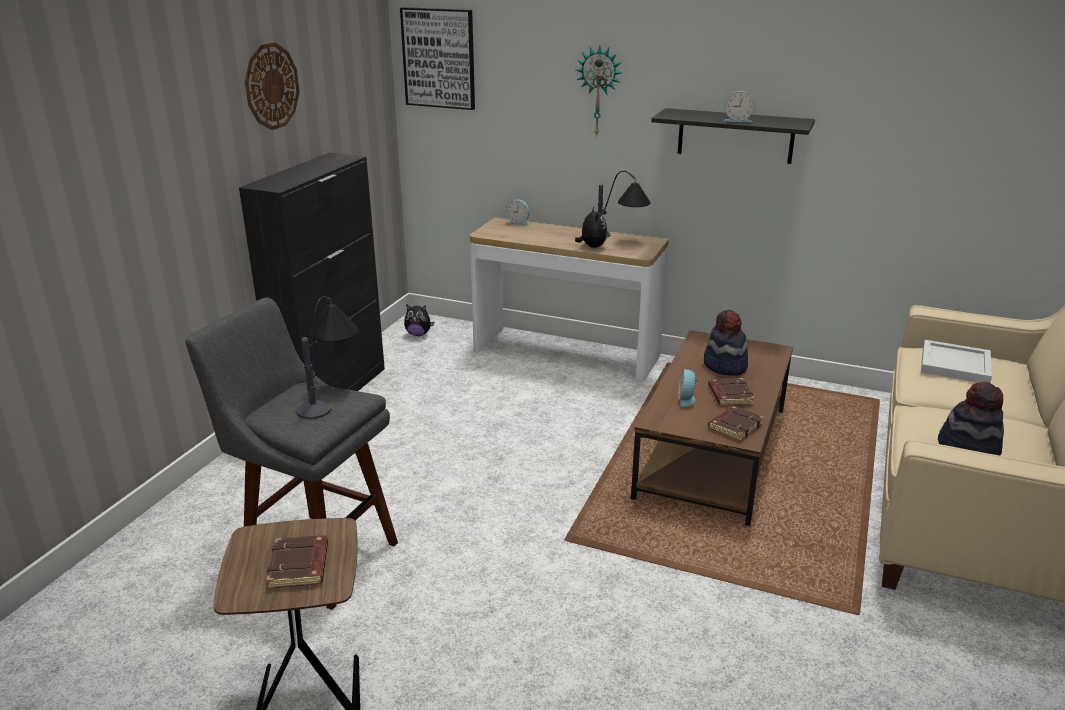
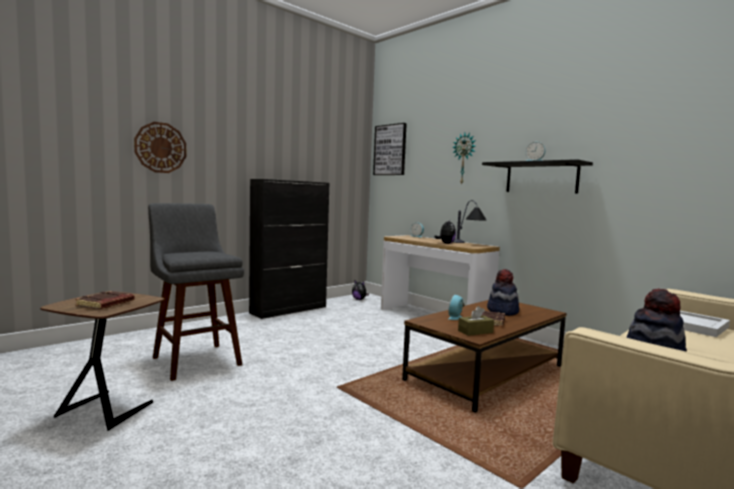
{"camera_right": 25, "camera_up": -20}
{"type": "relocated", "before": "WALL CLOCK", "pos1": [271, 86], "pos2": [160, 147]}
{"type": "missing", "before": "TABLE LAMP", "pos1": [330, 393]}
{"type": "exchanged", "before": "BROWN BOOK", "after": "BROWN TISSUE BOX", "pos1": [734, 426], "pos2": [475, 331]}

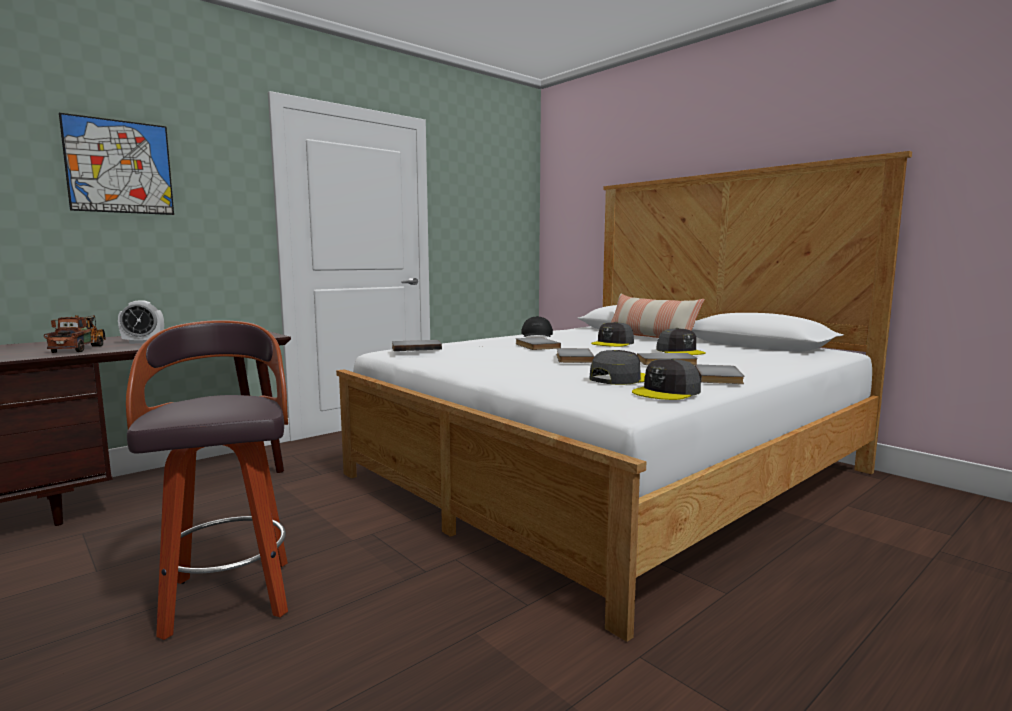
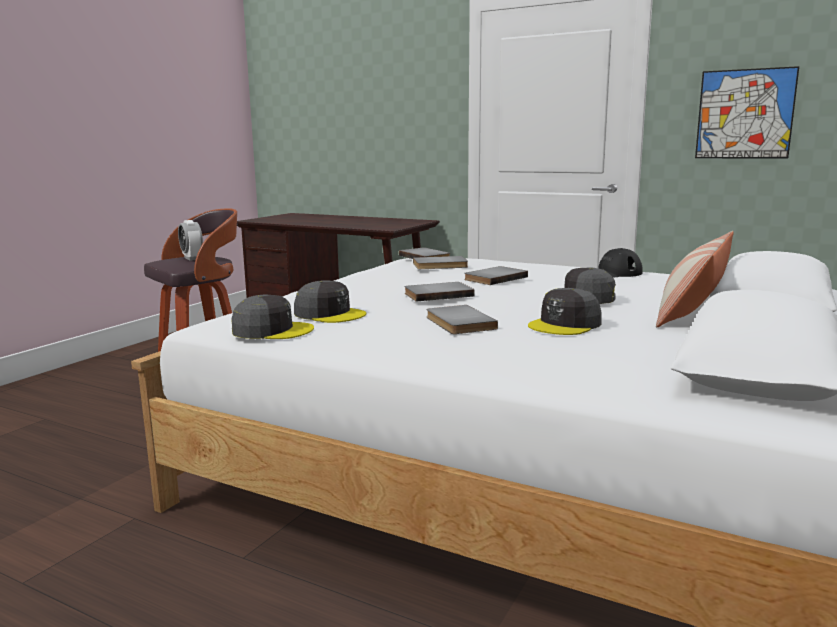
{"camera_right": 70, "camera_up": 5}
{"type": "missing", "before": "TOY TRUCK", "pos1": [81, 348]}
{"type": "relocated", "before": "PICTURE", "pos1": [119, 167], "pos2": [745, 114]}
{"type": "relocated", "before": "ALARM CLOCK", "pos1": [143, 342], "pos2": [192, 258]}
{"type": "spun", "before": "GREY CAP", "pos1": [666, 392], "pos2": [272, 330], "turn": 150}
{"type": "relocated", "before": "GREY BOOK", "pos1": [720, 377], "pos2": [440, 265]}

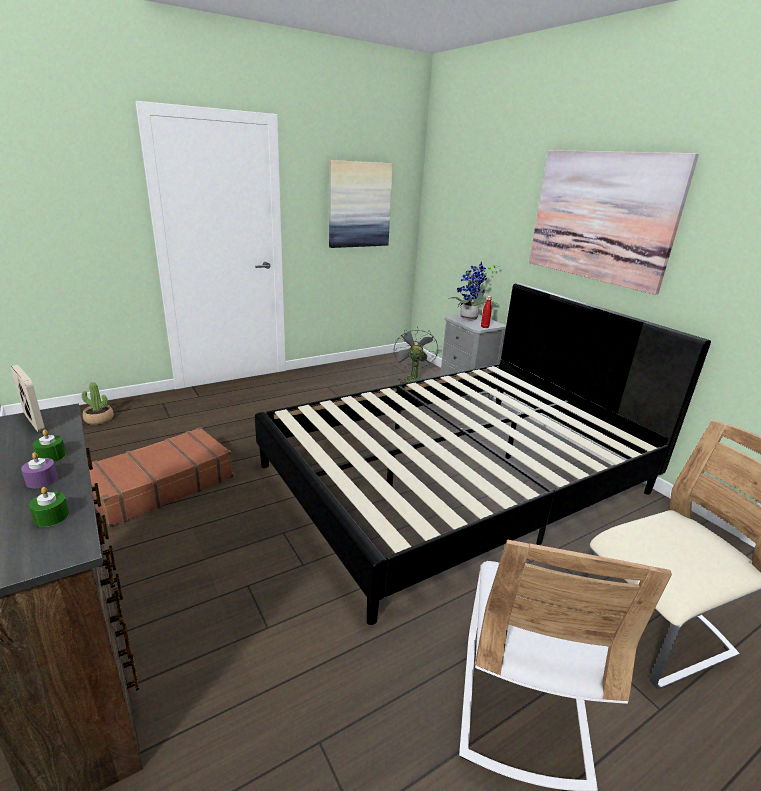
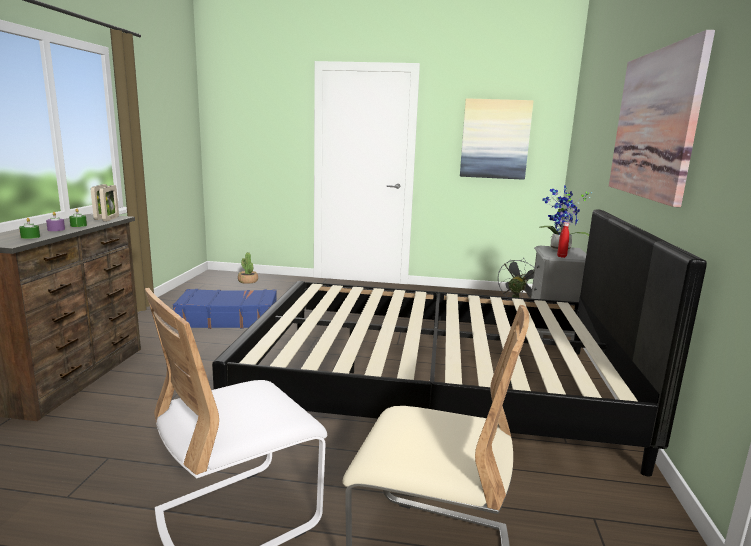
{"camera_right": 40, "camera_up": -10}
{"type": "colour", "before": "BROWN SUITCASE", "after": "BLUE SUITCASE", "pos1": [161, 485], "pos2": [228, 319]}
{"type": "appeared", "after": "PICTURE FRAME", "pos2": [111, 219]}

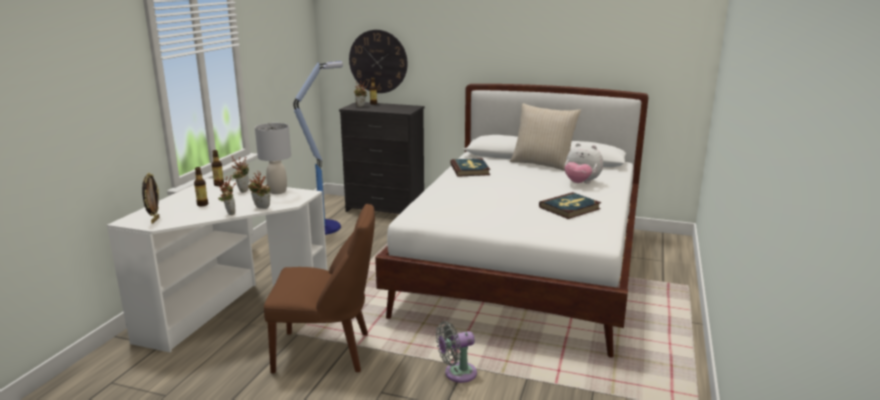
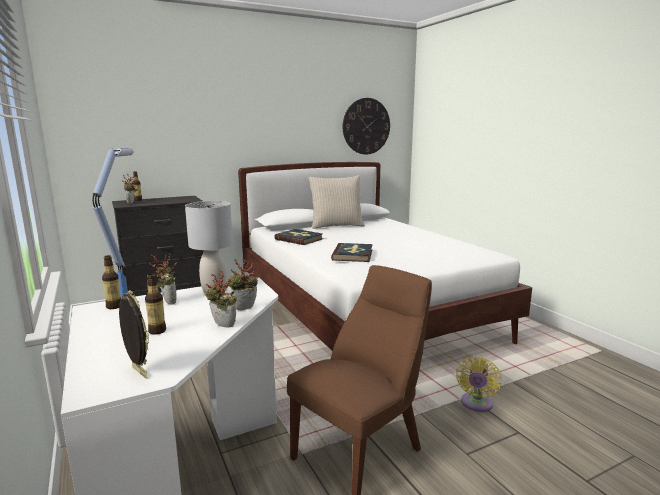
{"camera_right": -45, "camera_up": -5}
{"type": "relocated", "before": "WALL CLOCK", "pos1": [378, 61], "pos2": [366, 126]}
{"type": "colour", "before": "GREY FAN", "after": "YELLOW FAN", "pos1": [457, 373], "pos2": [476, 404]}
{"type": "relocated", "before": "BOOK", "pos1": [570, 208], "pos2": [353, 255]}
{"type": "missing", "before": "PLUSH TOY", "pos1": [581, 183]}

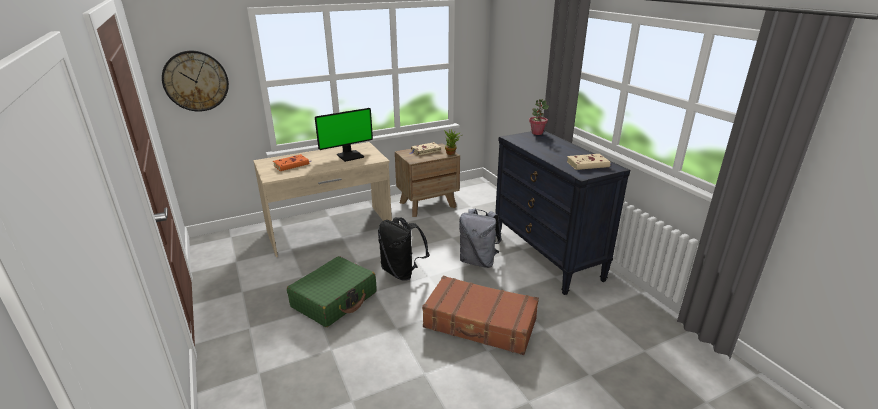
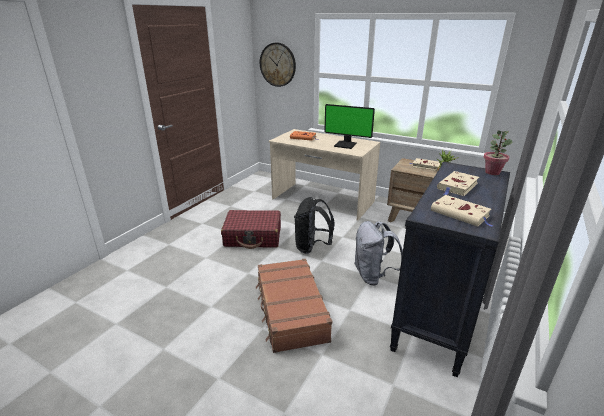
{"camera_right": 55, "camera_up": 0}
{"type": "colour", "before": "GREEN SUITCASE", "after": "RED SUITCASE", "pos1": [334, 299], "pos2": [253, 236]}
{"type": "appeared", "after": "BEIGE BOOK", "pos2": [457, 186]}

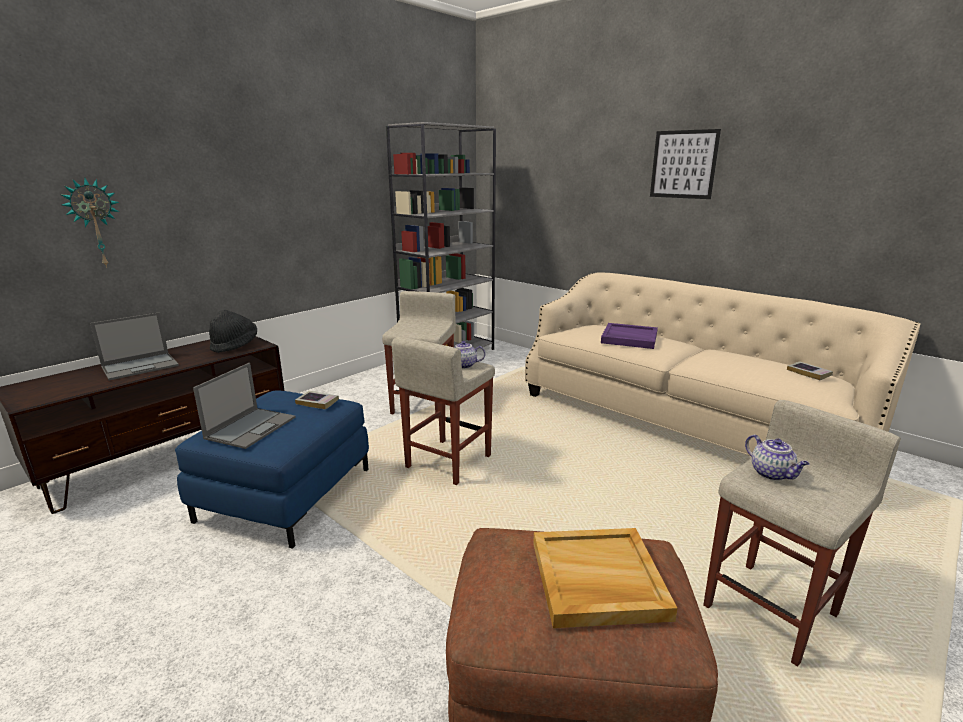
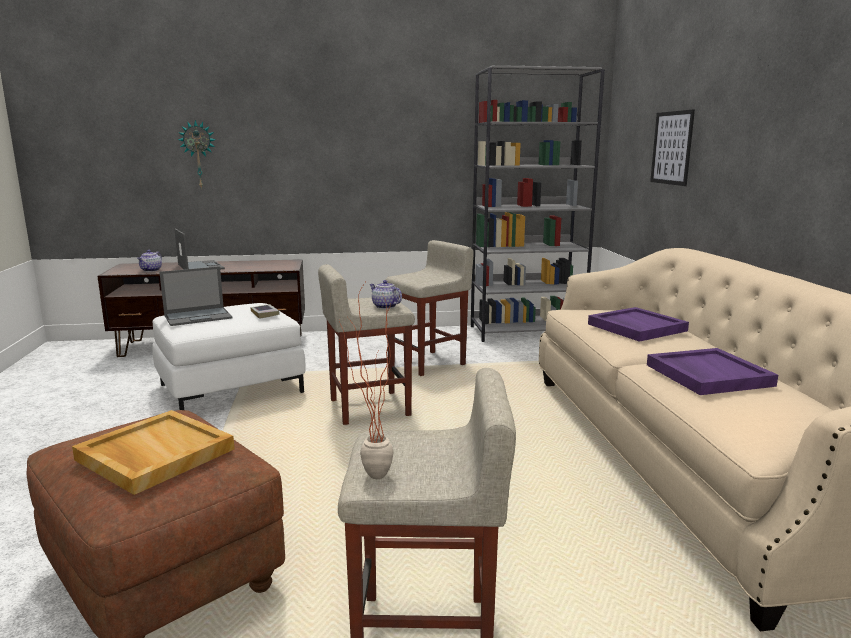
{"camera_right": 40, "camera_up": -5}
{"type": "spun", "before": "LAPTOP", "pos1": [141, 366], "pos2": [200, 266], "turn": -120}
{"type": "colour", "before": "BLUE OTTOMAN", "after": "WHITE OTTOMAN", "pos1": [286, 494], "pos2": [231, 389]}
{"type": "missing", "before": "BLACK HAT", "pos1": [235, 345]}
{"type": "relocated", "before": "PICTURE", "pos1": [683, 164], "pos2": [672, 148]}
{"type": "relocated", "before": "TEAPOT", "pos1": [772, 474], "pos2": [151, 270]}
{"type": "missing", "before": "BOOK", "pos1": [809, 373]}
{"type": "appeared", "after": "POTTED PLANT", "pos2": [368, 479]}
{"type": "appeared", "after": "PURPLE TRAY", "pos2": [707, 375]}

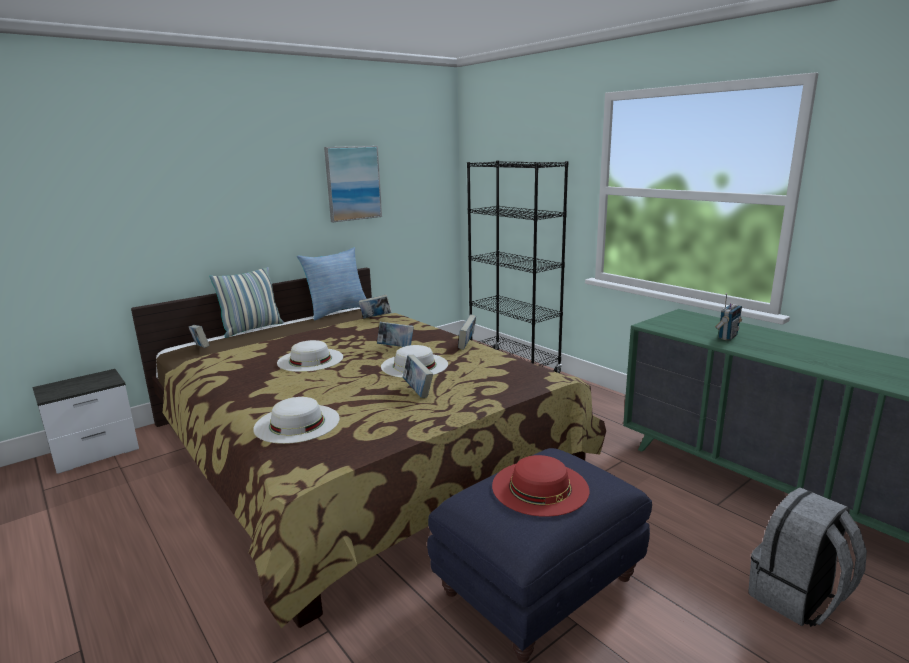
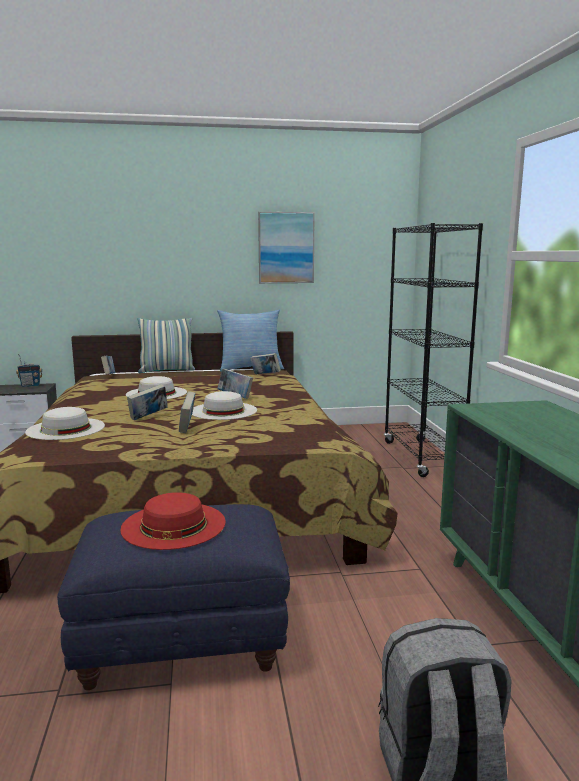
{"camera_right": 30, "camera_up": -5}
{"type": "relocated", "before": "BOOK", "pos1": [467, 344], "pos2": [148, 417]}
{"type": "relocated", "before": "RADIO", "pos1": [727, 337], "pos2": [30, 385]}

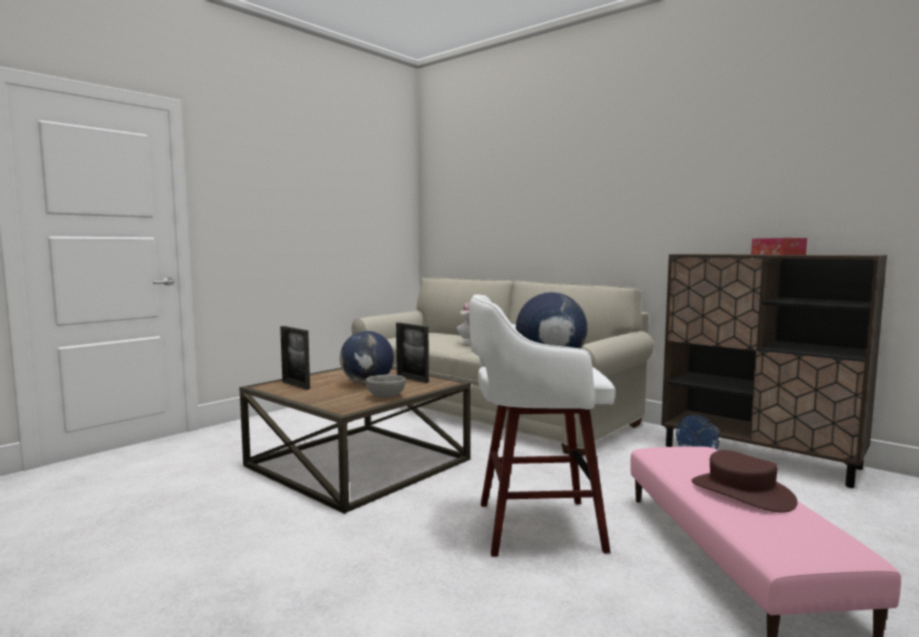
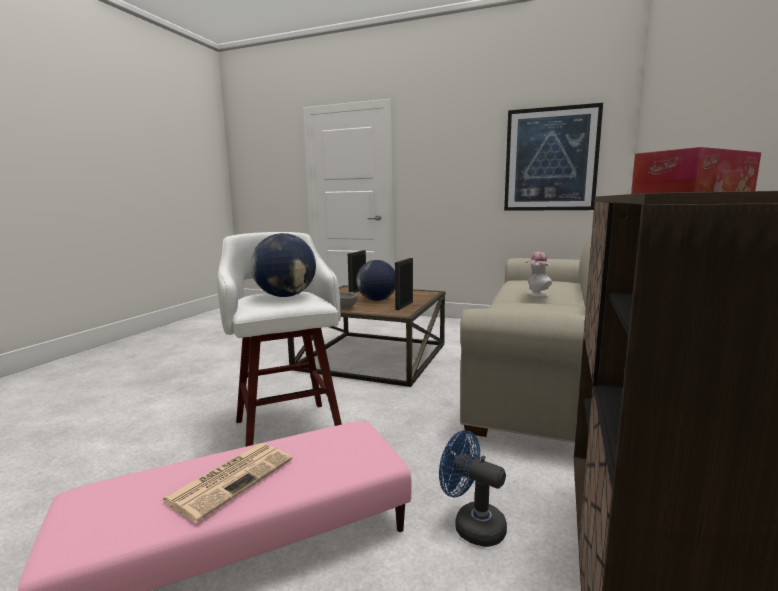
{"camera_right": 70, "camera_up": 5}
{"type": "exchanged", "before": "BROWN HAT", "after": "NEWSPAPER", "pos1": [741, 493], "pos2": [231, 478]}
{"type": "appeared", "after": "PICTURE", "pos2": [550, 159]}

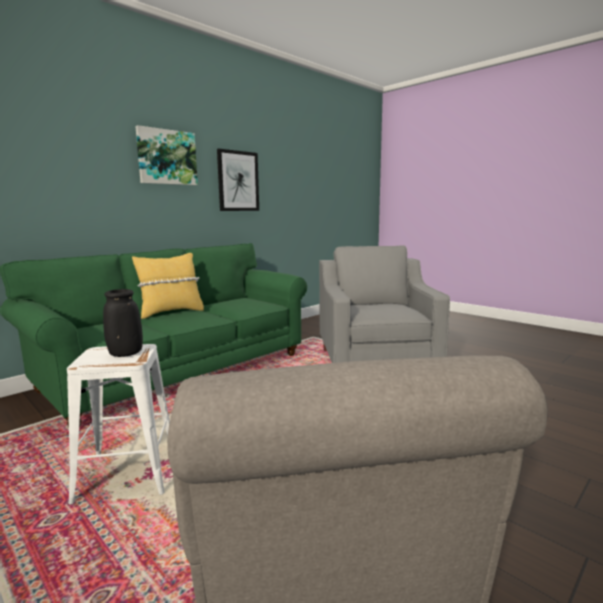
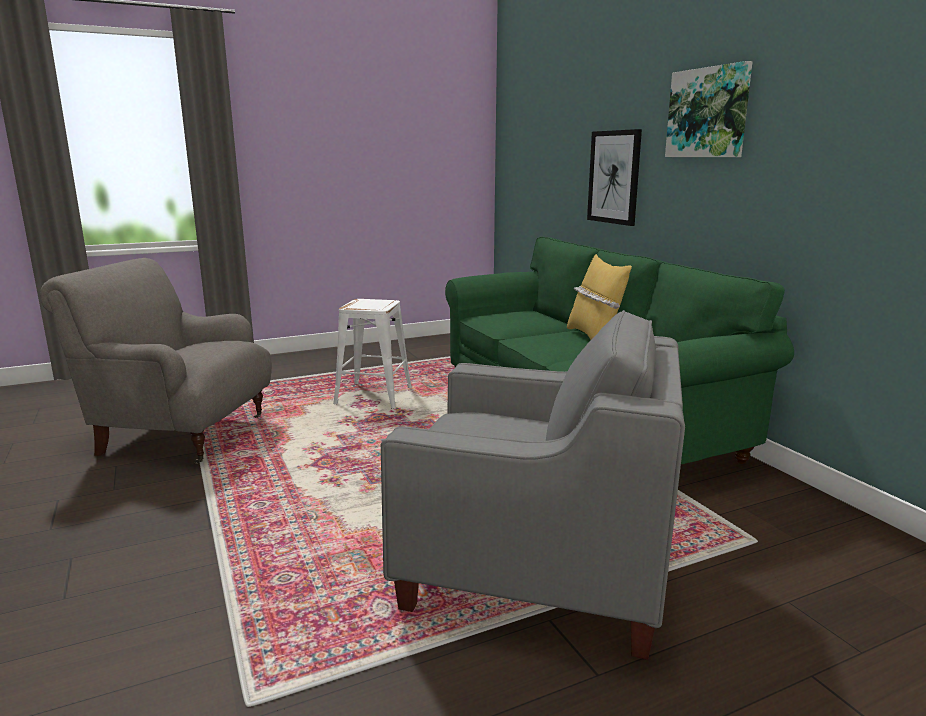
{"camera_right": 110, "camera_up": 5}
{"type": "missing", "before": "BLACK VASE", "pos1": [125, 354]}
{"type": "relocated", "before": "PICTURE", "pos1": [238, 181], "pos2": [614, 177]}

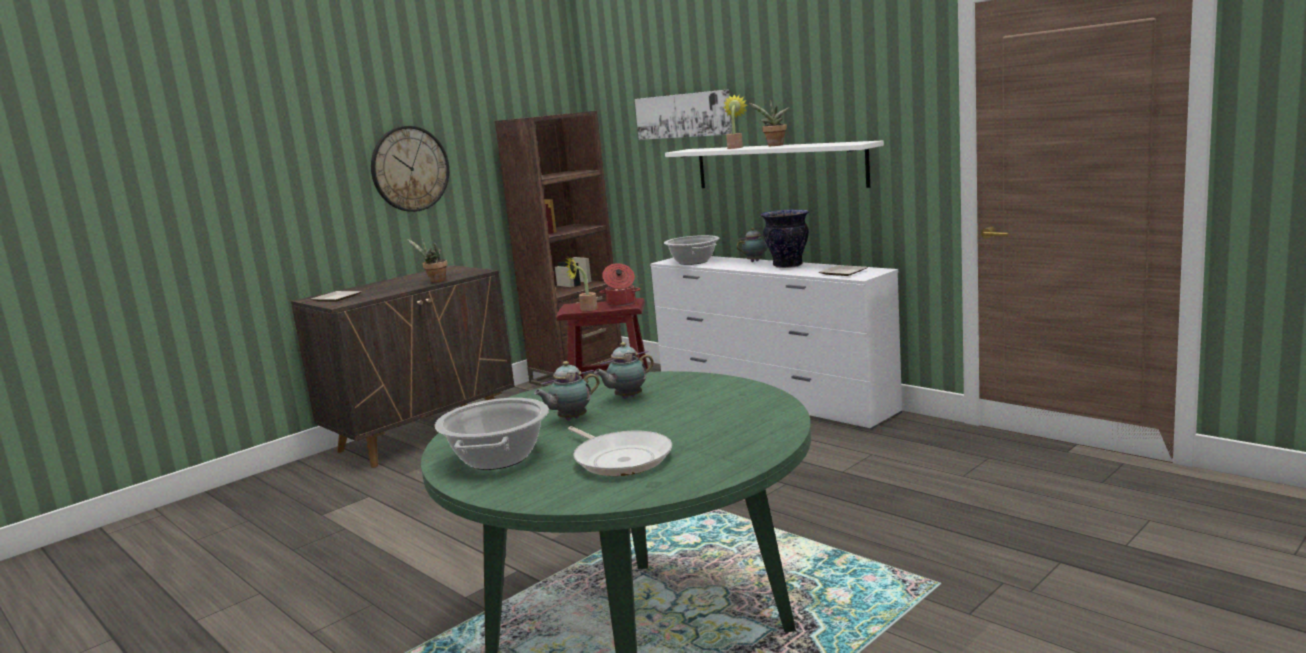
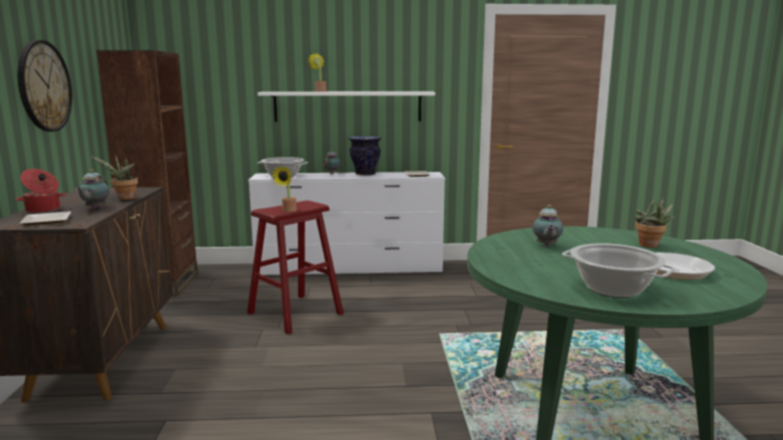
{"camera_right": -50, "camera_up": 0}
{"type": "relocated", "before": "TEAPOT", "pos1": [570, 419], "pos2": [95, 208]}
{"type": "relocated", "before": "COOKING POT", "pos1": [621, 303], "pos2": [43, 210]}
{"type": "missing", "before": "PICTURE", "pos1": [683, 115]}
{"type": "relocated", "before": "POTTED PLANT", "pos1": [774, 146], "pos2": [650, 246]}

